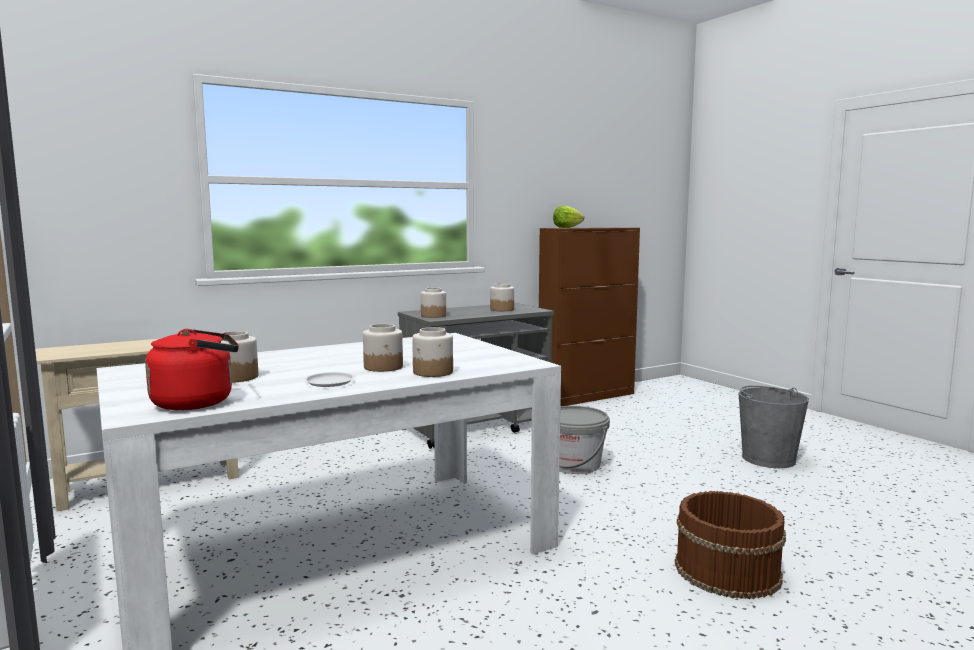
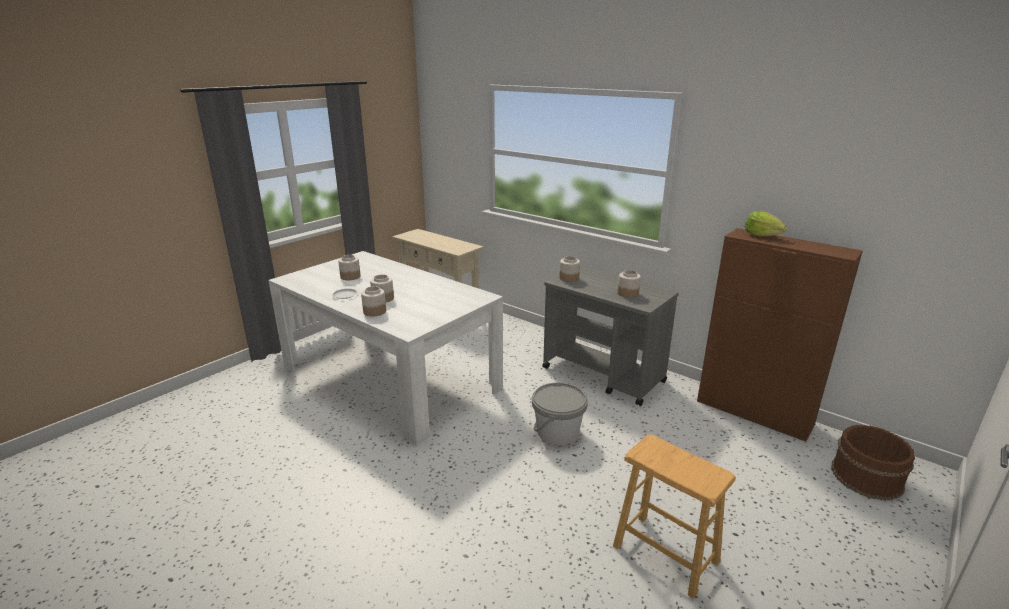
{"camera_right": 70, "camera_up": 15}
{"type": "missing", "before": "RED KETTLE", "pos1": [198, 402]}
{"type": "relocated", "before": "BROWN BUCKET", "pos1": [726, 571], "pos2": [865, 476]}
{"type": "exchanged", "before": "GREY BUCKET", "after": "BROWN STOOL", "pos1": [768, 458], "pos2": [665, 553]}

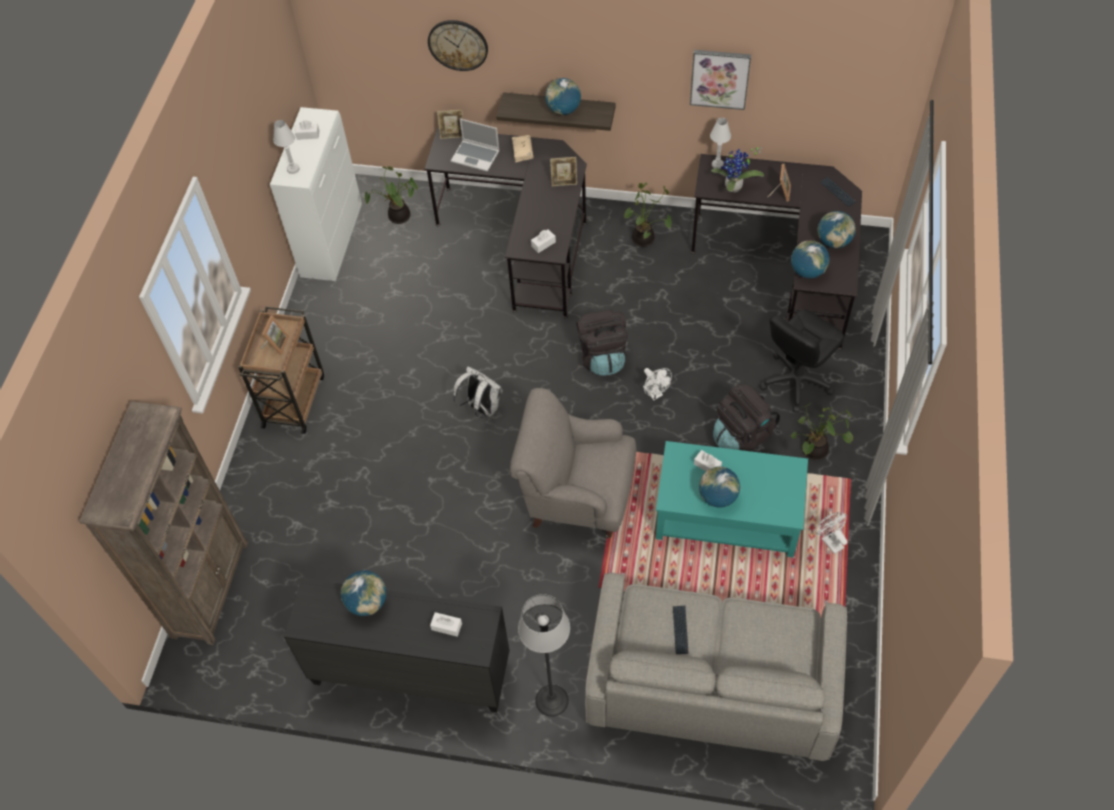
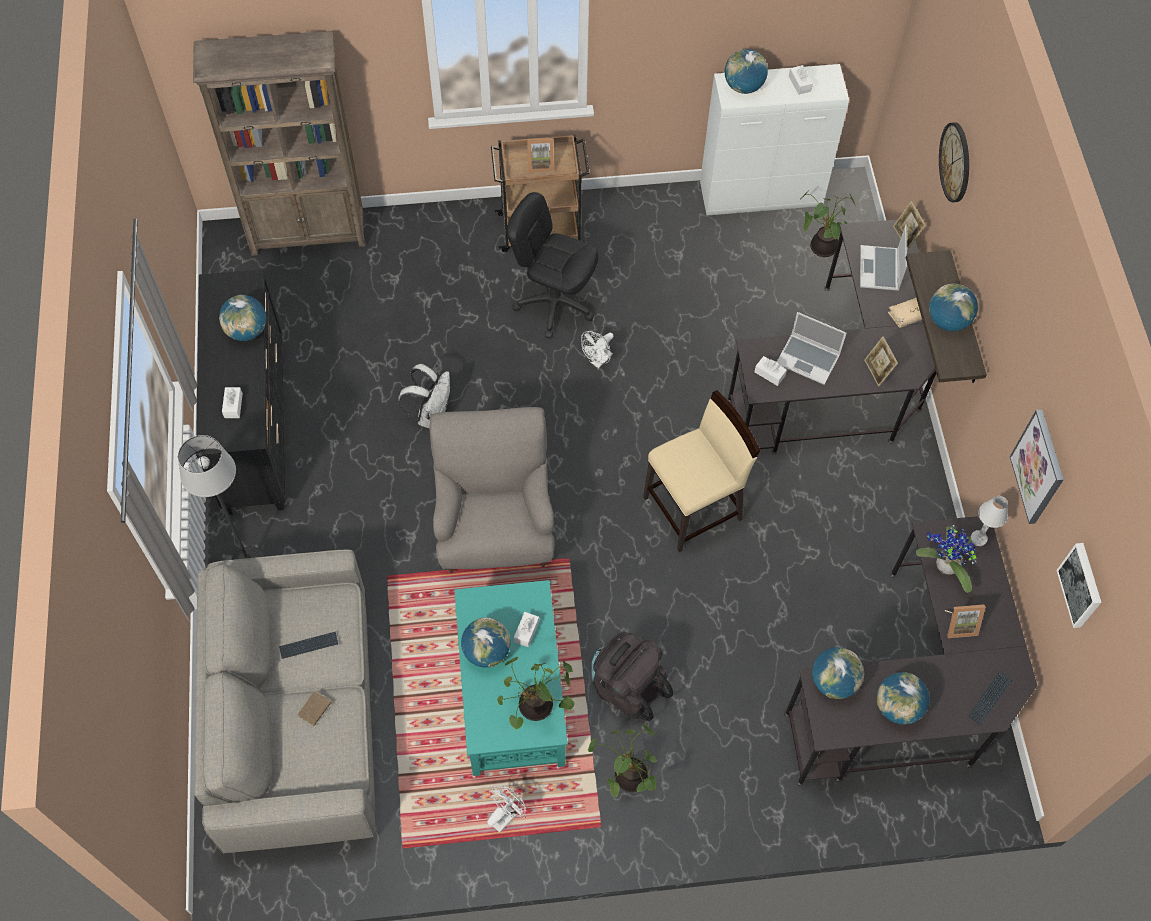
{"camera_right": 70, "camera_up": 5}
{"type": "exchanged", "before": "WHITE TABLE LAMP", "after": "GLOBE", "pos1": [293, 169], "pos2": [743, 86]}
{"type": "relocated", "before": "WHITE BACKPACK", "pos1": [481, 408], "pos2": [431, 414]}
{"type": "exchanged", "before": "BLACK BACKPACK", "after": "BEIGE CHAIR", "pos1": [602, 356], "pos2": [694, 508]}
{"type": "relocated", "before": "POTTED PLANT", "pos1": [645, 240], "pos2": [535, 708]}
{"type": "relocated", "before": "WHITE FAN", "pos1": [655, 394], "pos2": [598, 361]}
{"type": "relocated", "before": "BLACK OFFICE CHAIR", "pos1": [796, 381], "pos2": [555, 303]}
{"type": "appeared", "after": "BROWN BOOK", "pos2": [315, 709]}
{"type": "appeared", "after": "LAPTOP", "pos2": [808, 359]}
{"type": "appeared", "after": "PICTURE", "pos2": [1082, 585]}

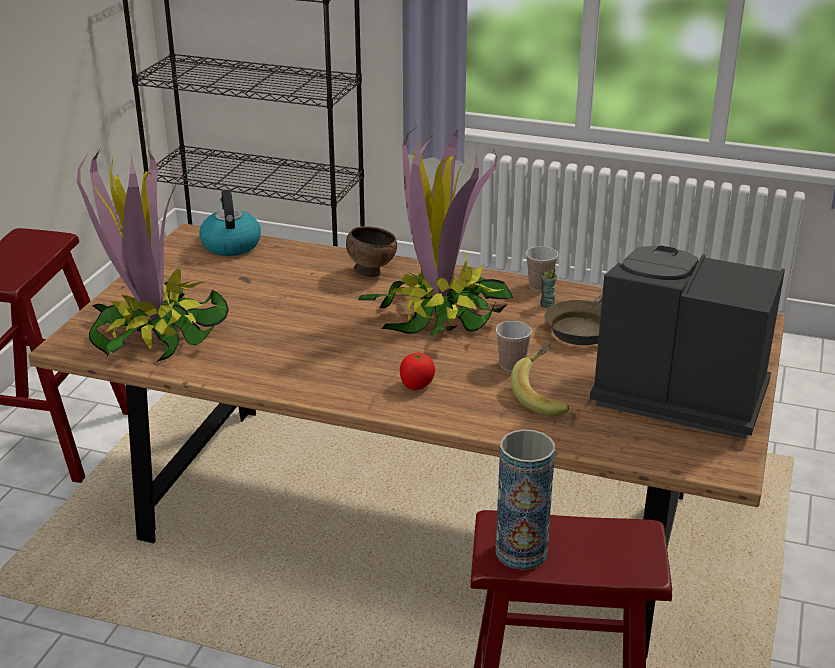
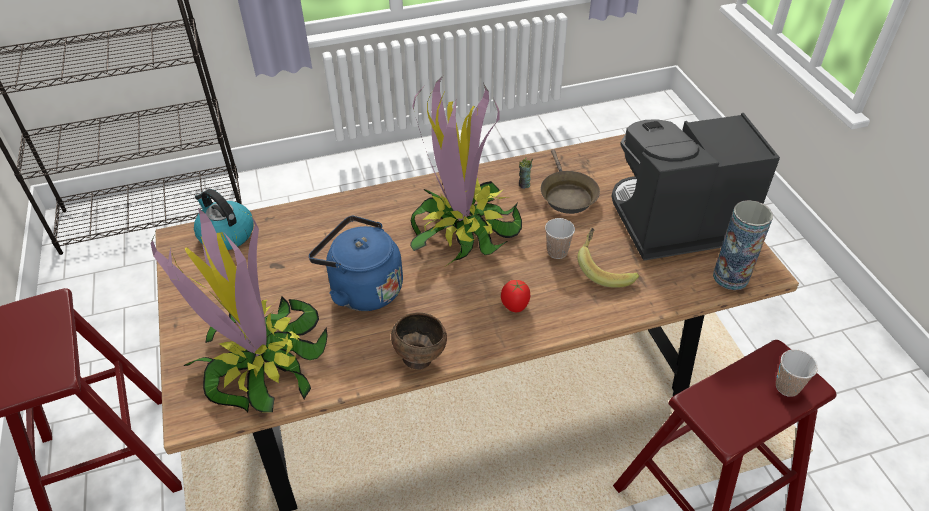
{"camera_right": -35, "camera_up": 15}
{"type": "relocated", "before": "BROWN BOWL", "pos1": [371, 272], "pos2": [419, 357]}
{"type": "relocated", "before": "VASE", "pos1": [521, 552], "pos2": [730, 277]}
{"type": "relocated", "before": "CUP", "pos1": [540, 286], "pos2": [787, 387]}
{"type": "appeared", "after": "BLUE KETTLE", "pos2": [362, 288]}

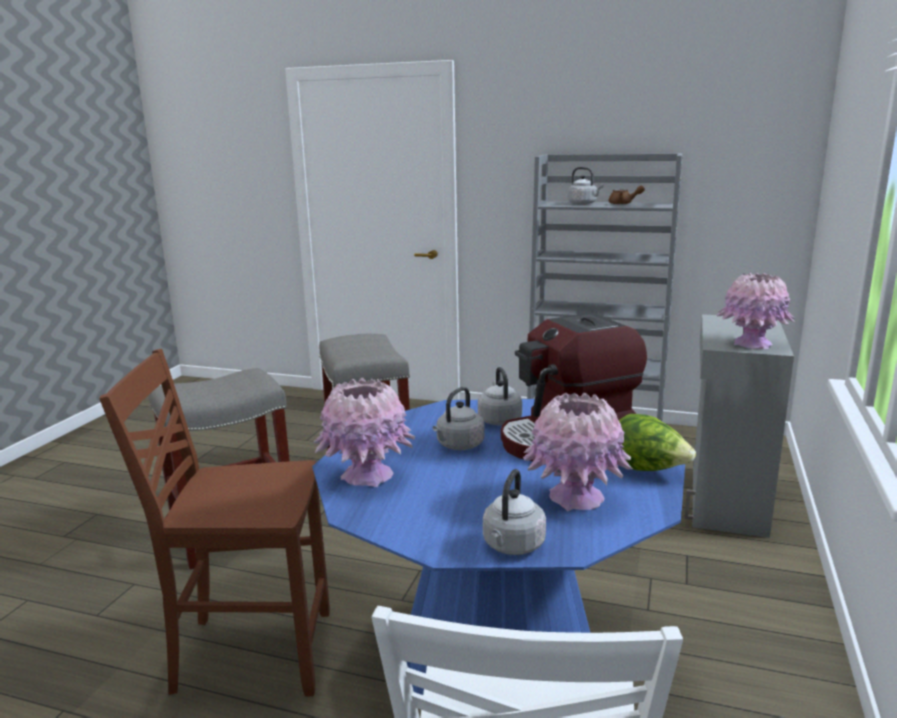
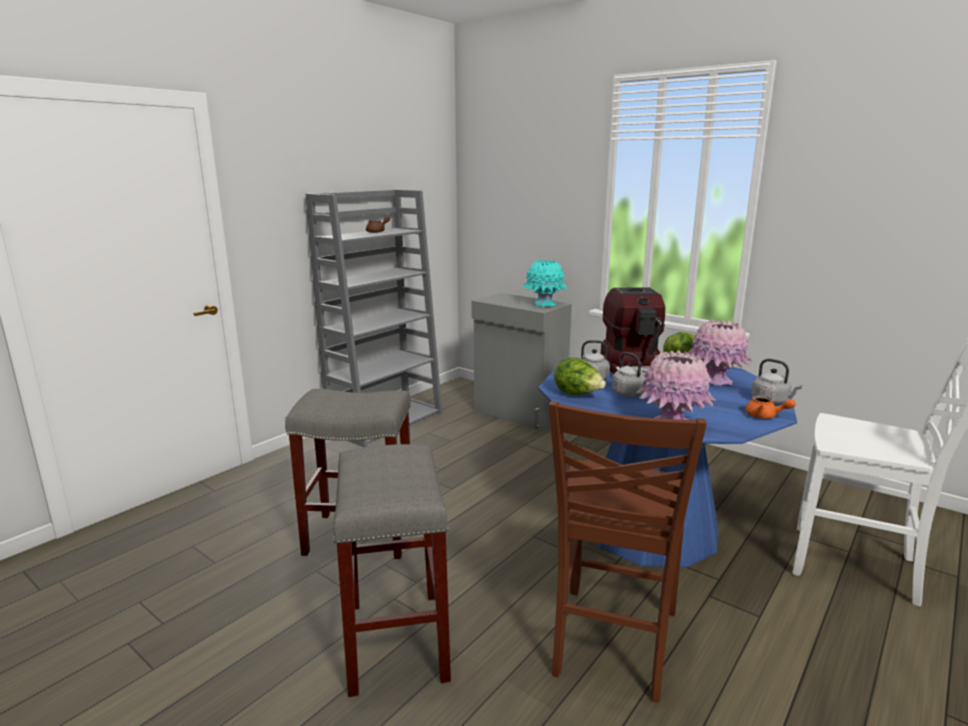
{"camera_right": -70, "camera_up": 0}
{"type": "missing", "before": "GREY KETTLE", "pos1": [583, 204]}
{"type": "colour", "before": "PINK VASE", "after": "TURQUOISE VASE", "pos1": [752, 344], "pos2": [544, 304]}
{"type": "appeared", "after": "LETTUCE", "pos2": [578, 395]}
{"type": "appeared", "after": "ORANGE TEAPOT", "pos2": [765, 416]}

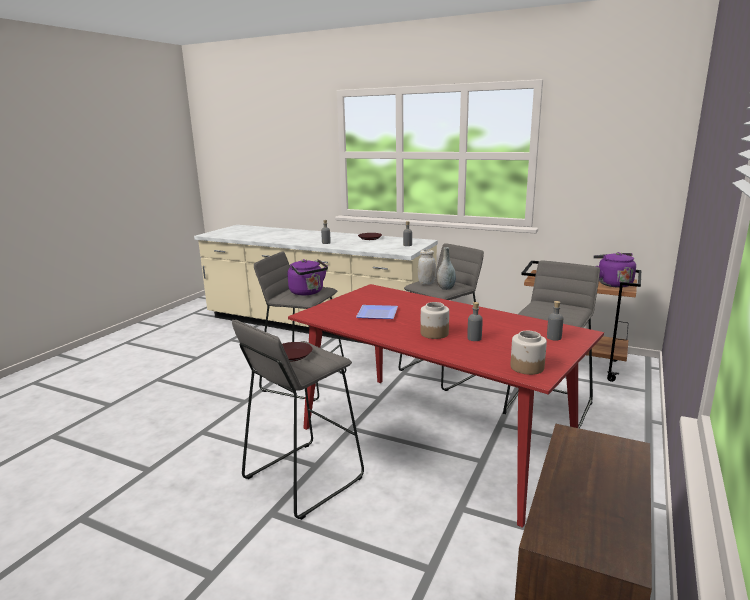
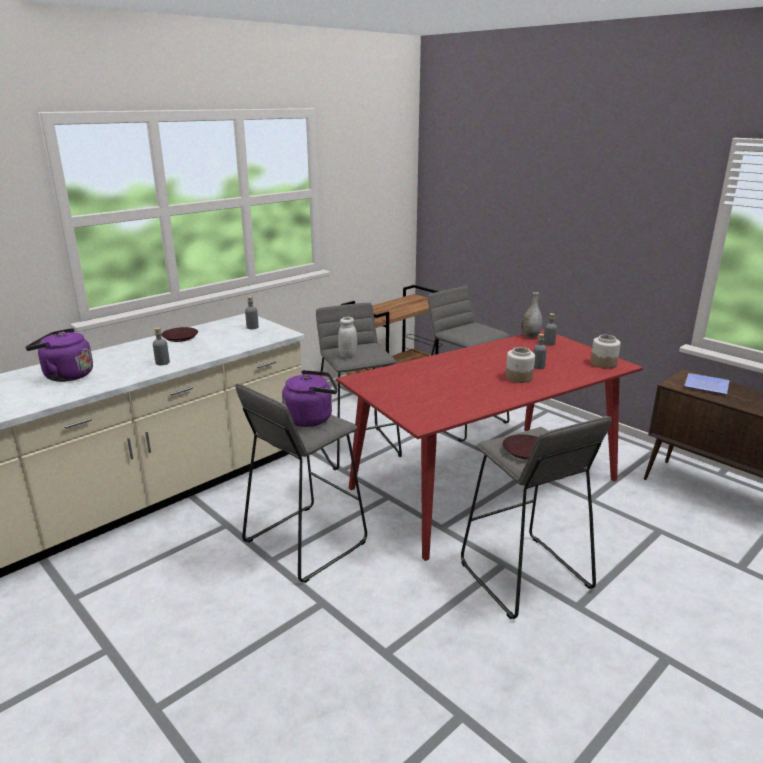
{"camera_right": -70, "camera_up": 5}
{"type": "relocated", "before": "PLATE", "pos1": [376, 314], "pos2": [707, 386]}
{"type": "relocated", "before": "GREY VASE", "pos1": [446, 288], "pos2": [530, 336]}
{"type": "relocated", "before": "PURPLE KETTLE", "pos1": [612, 283], "pos2": [65, 375]}

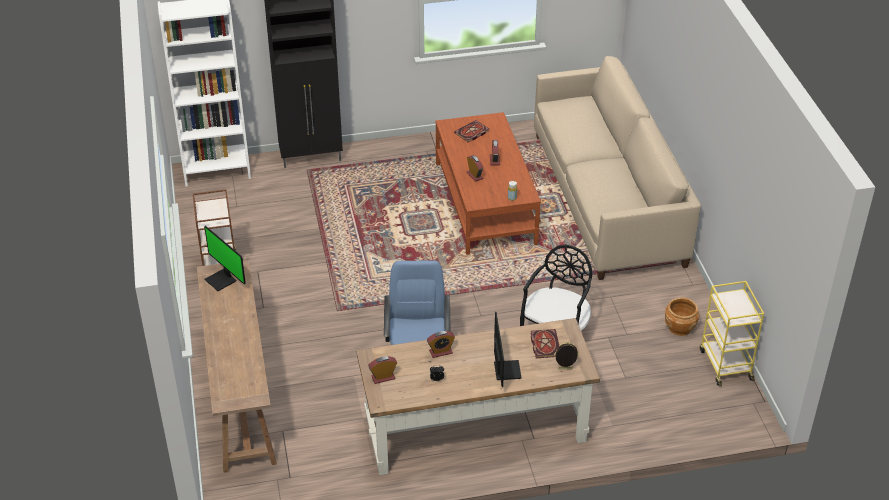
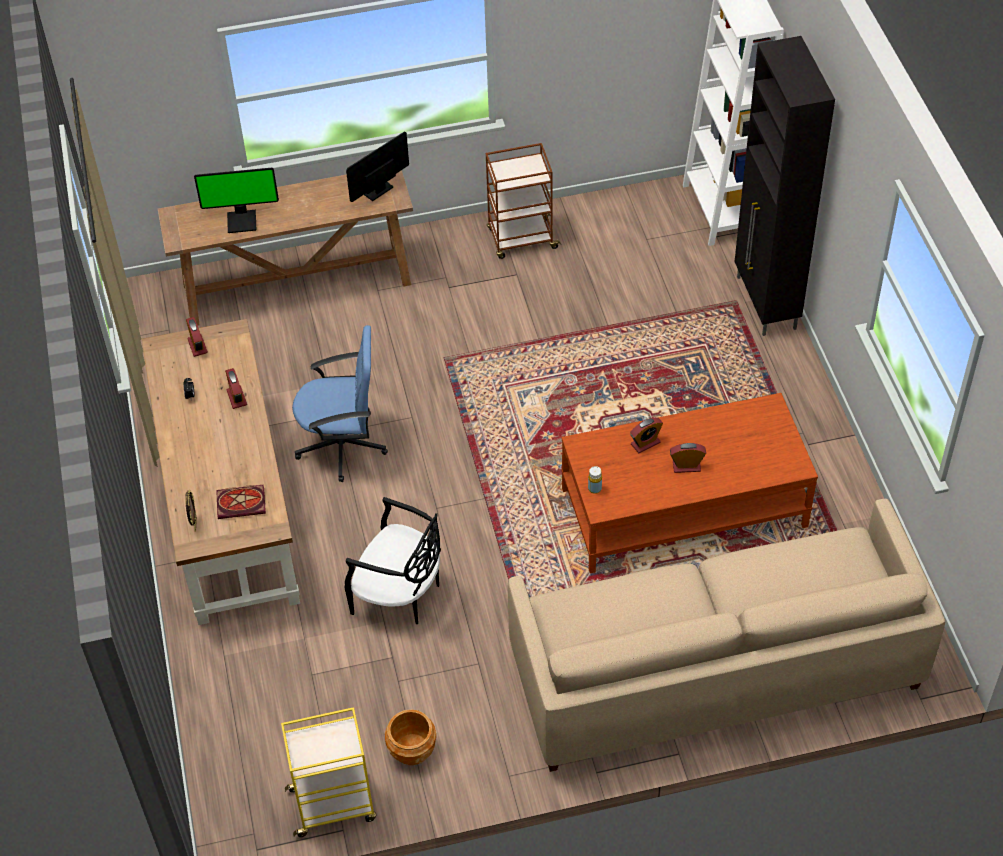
{"camera_right": 90, "camera_up": 10}
{"type": "missing", "before": "BOOK", "pos1": [471, 133]}
{"type": "relocated", "before": "MONITOR", "pos1": [505, 370], "pos2": [242, 220]}

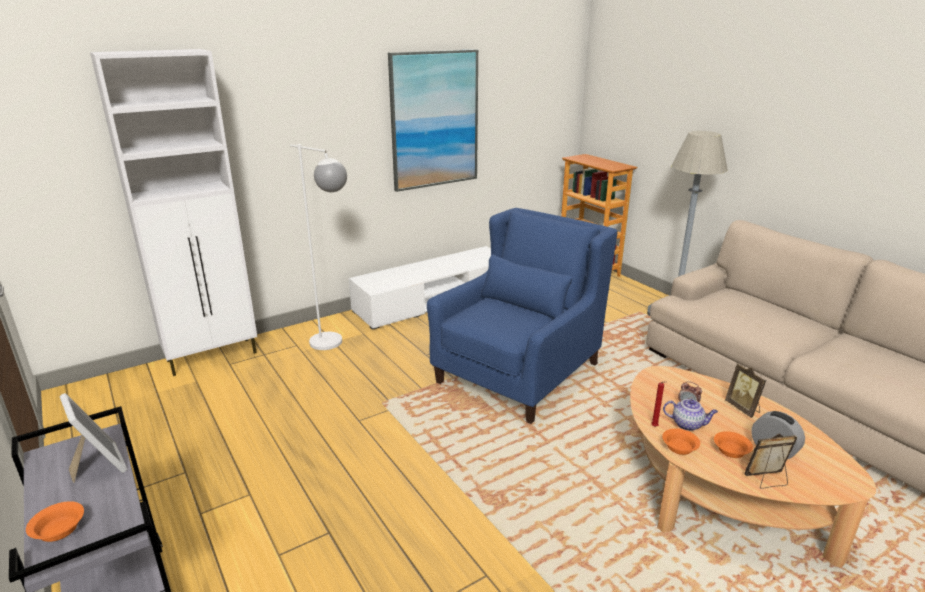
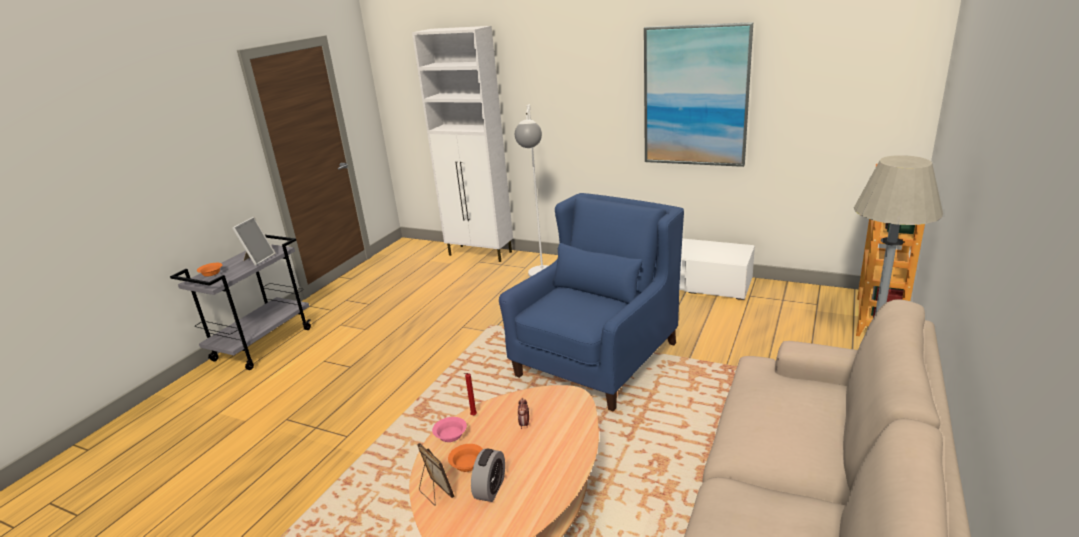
{"camera_right": 60, "camera_up": 0}
{"type": "spun", "before": "BLUE ARMCHAIR", "pos1": [518, 373], "pos2": [597, 360], "turn": -60}
{"type": "colour", "before": "ORANGE BOWL", "after": "PINK BOWL", "pos1": [679, 448], "pos2": [450, 435]}
{"type": "missing", "before": "TEAPOT", "pos1": [688, 424]}
{"type": "missing", "before": "PICTURE FRAME", "pos1": [743, 408]}

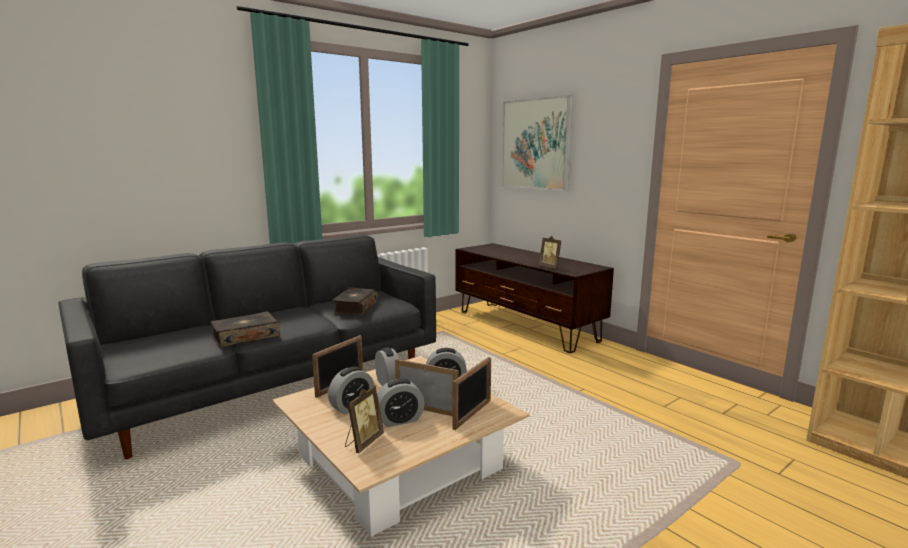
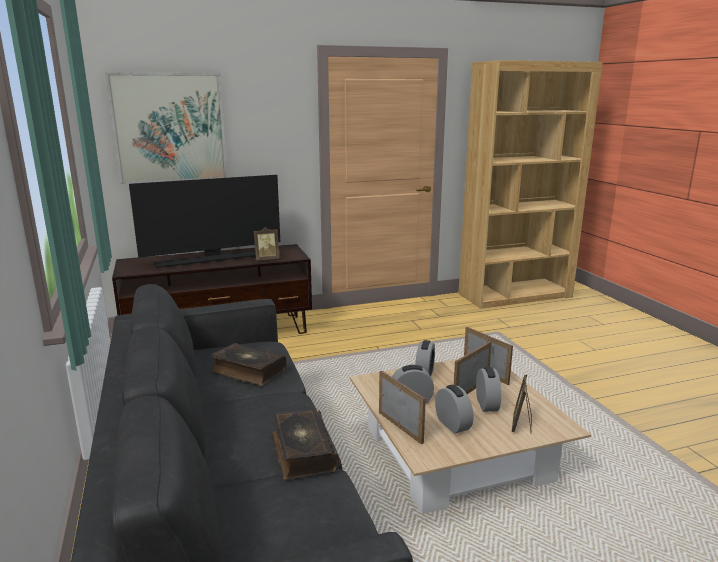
{"camera_right": -70, "camera_up": 5}
{"type": "spun", "before": "PICTURE FRAME", "pos1": [363, 442], "pos2": [521, 425], "turn": -120}
{"type": "appeared", "after": "TELEVISION", "pos2": [213, 259]}

